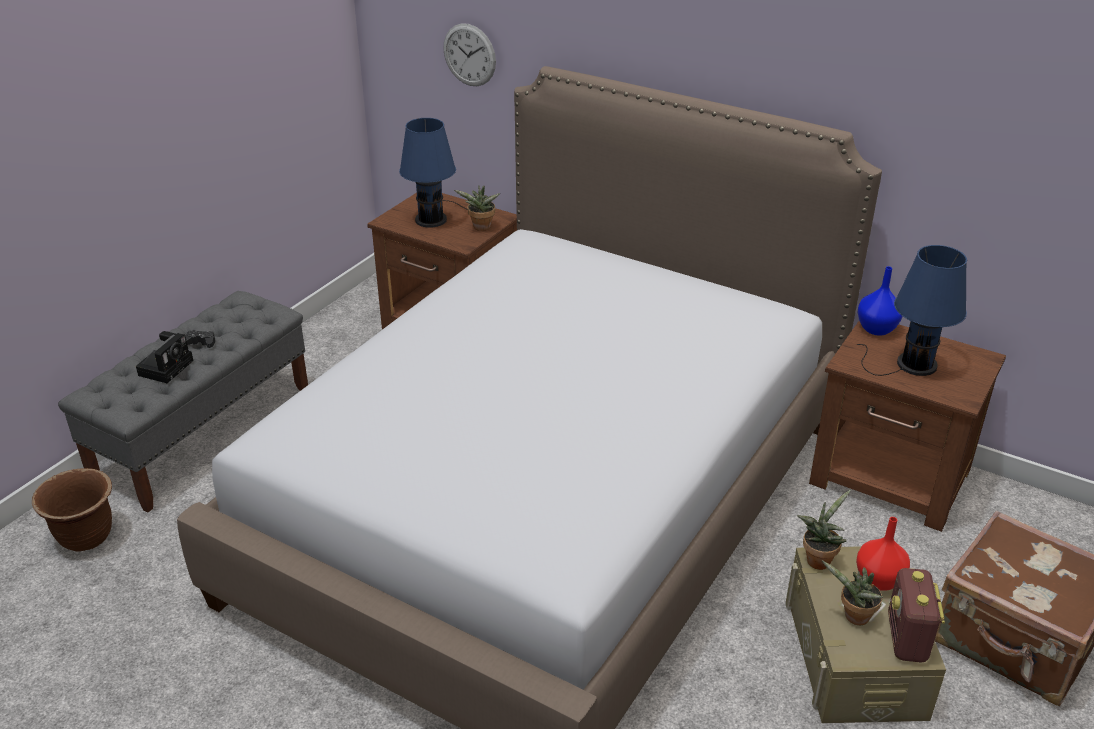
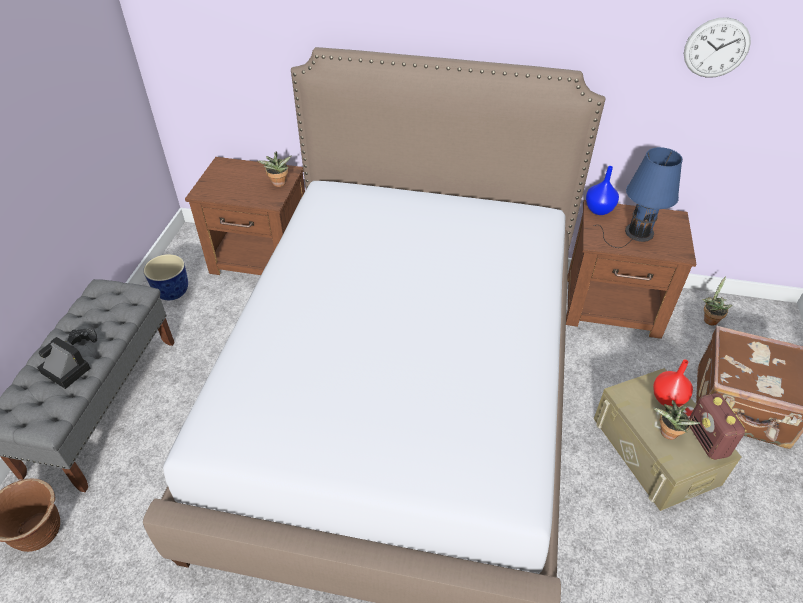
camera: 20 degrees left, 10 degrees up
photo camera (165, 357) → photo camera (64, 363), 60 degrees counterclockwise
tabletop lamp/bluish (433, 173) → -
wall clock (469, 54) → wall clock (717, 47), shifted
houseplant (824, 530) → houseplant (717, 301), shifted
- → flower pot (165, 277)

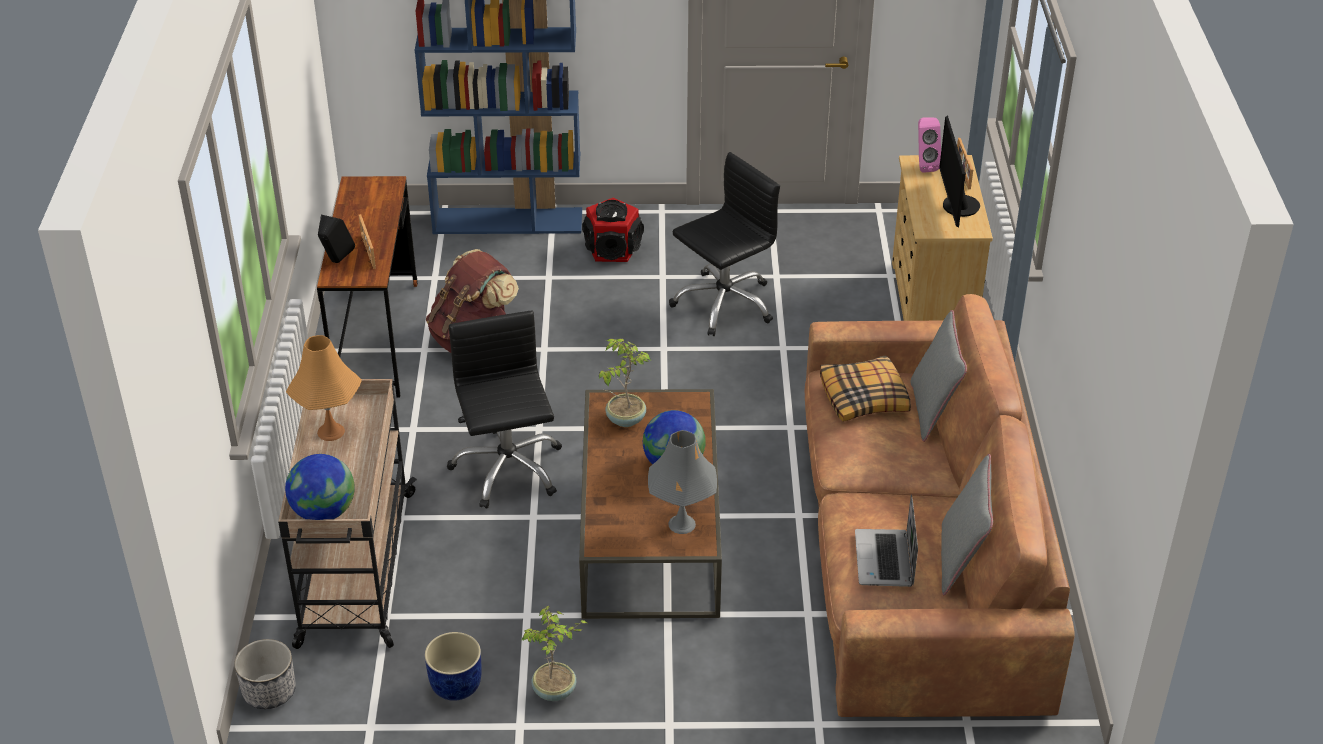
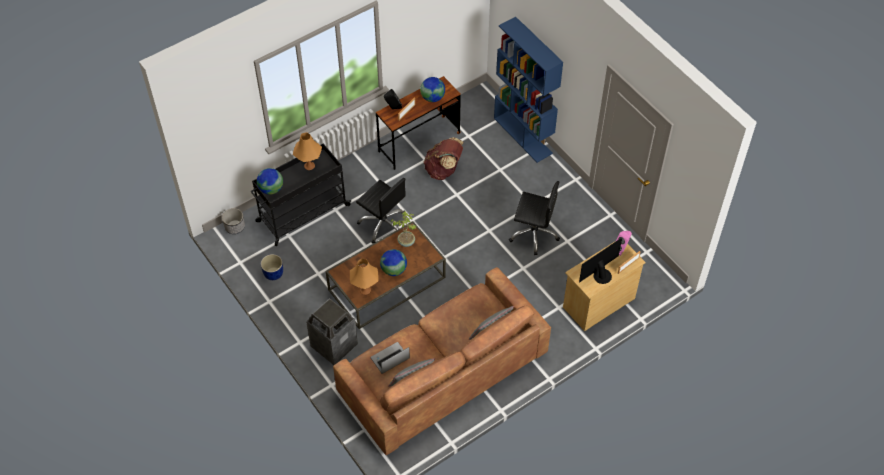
camera: 55 degrees right, 15 degrees up
wheeled cart/sand-coloured (347, 514) → wheeled cart/black (301, 194)
desk chair/black (504, 409) → desk chair/black (381, 211), 90 degrees clockwise
houseplant (555, 653) → -
speaker (613, 230) → -
tabletop lamp/greyish (682, 482) → tabletop lamp/orangey (364, 276)
throw pillow (865, 388) → -
- → rubbish bin (332, 331)
- → desk globe (432, 89)

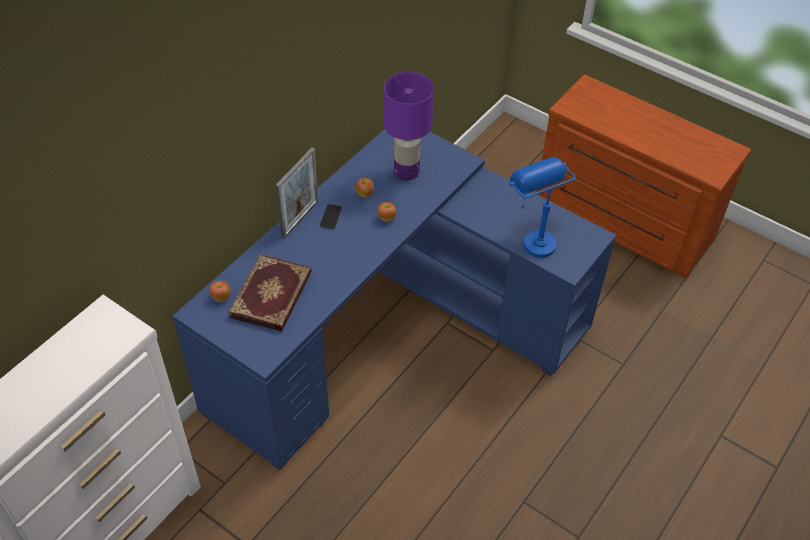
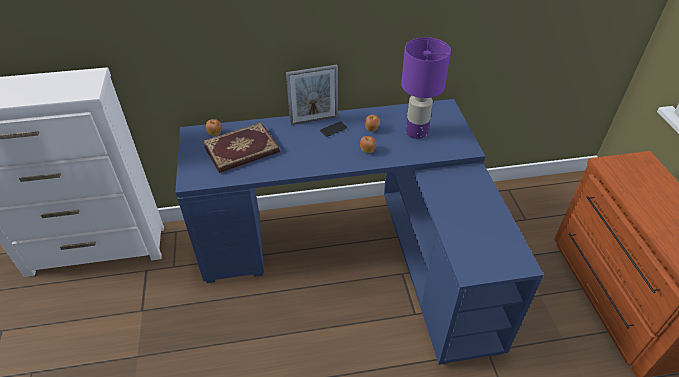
camera: 45 degrees right, 5 degrees down
tabletop lamp/bluish (543, 207) → -

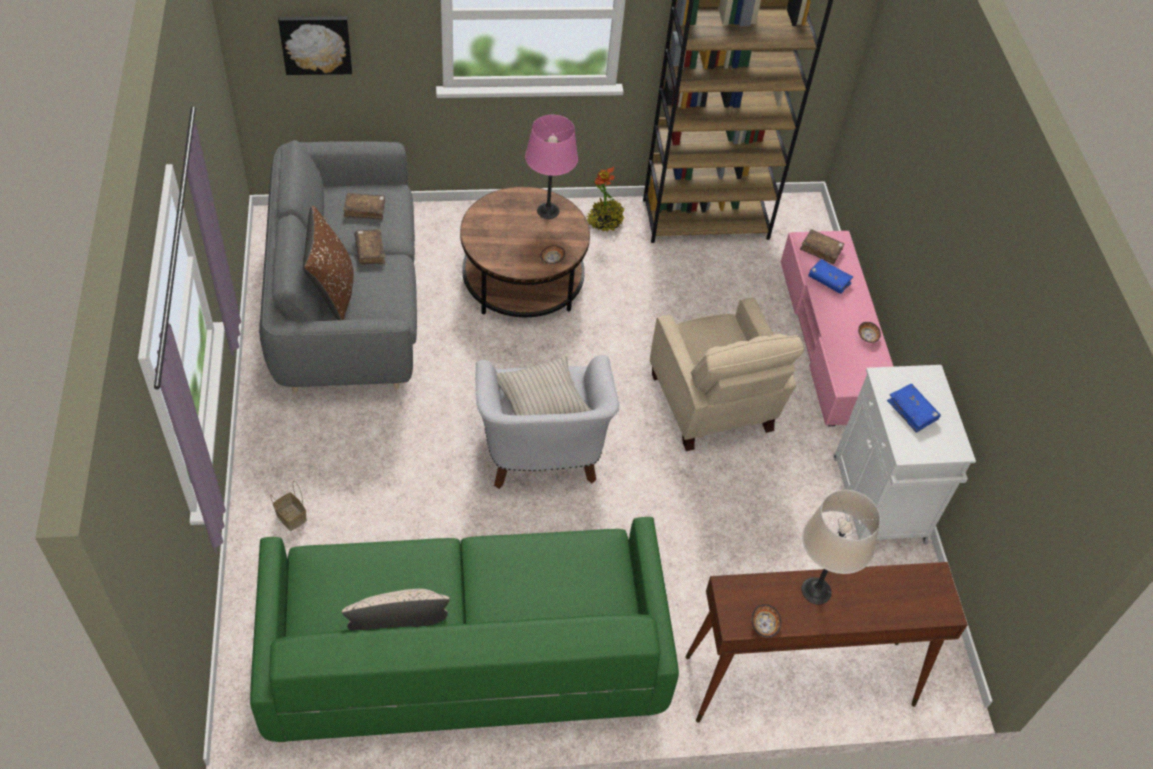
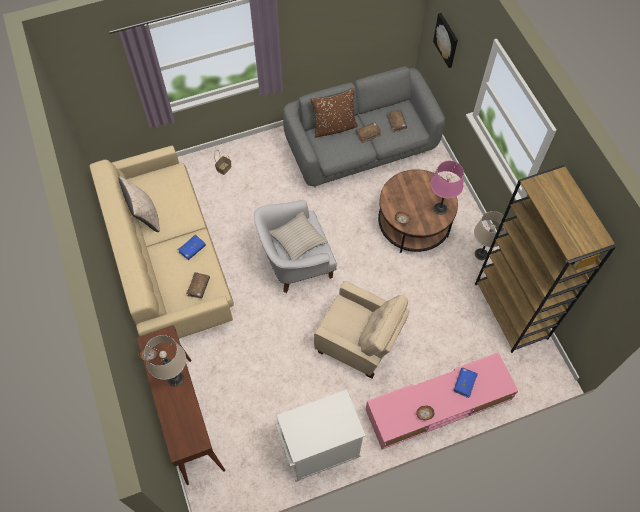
camera: 80 degrees right, 10 degrees up
couch/greenish (464, 629) → couch/sand-coloured (162, 242)
houseplant (605, 199) → tabletop lamp/sand-coloured (490, 235)
armchair/sand-coloured (727, 374) → armchair/sand-coloured (362, 330), 120 degrees counterclockwise
book/brownish (822, 246) → book/brownish (198, 285), shifted
book/bluish (914, 408) → book/bluish (191, 247), shifted

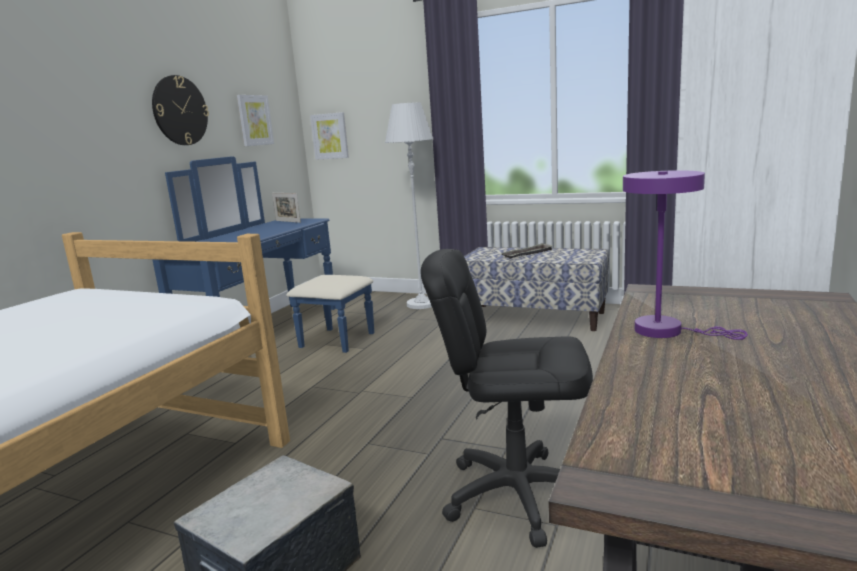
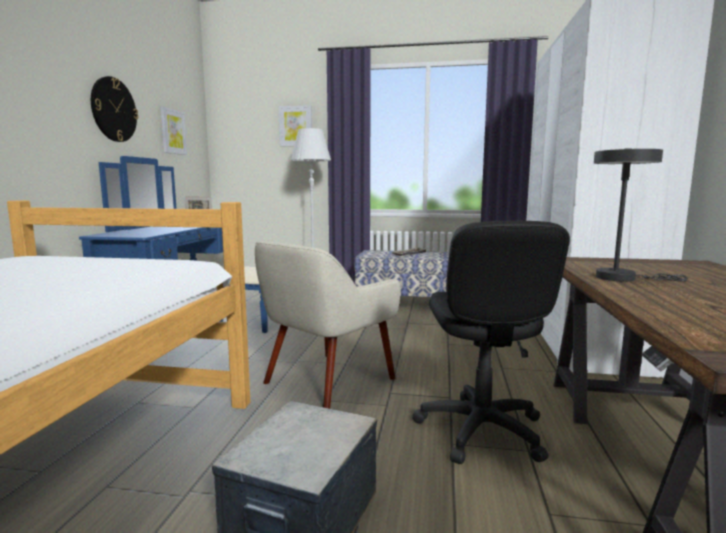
camera: 15 degrees left, 5 degrees down
picture (329, 136) → picture (295, 125), shifted
desk chair/black (507, 398) → desk chair/black (491, 342), 90 degrees counterclockwise
tabletop lamp/purplish (685, 255) → tabletop lamp/greyish (641, 214)
- → armchair/sand-coloured (328, 325)

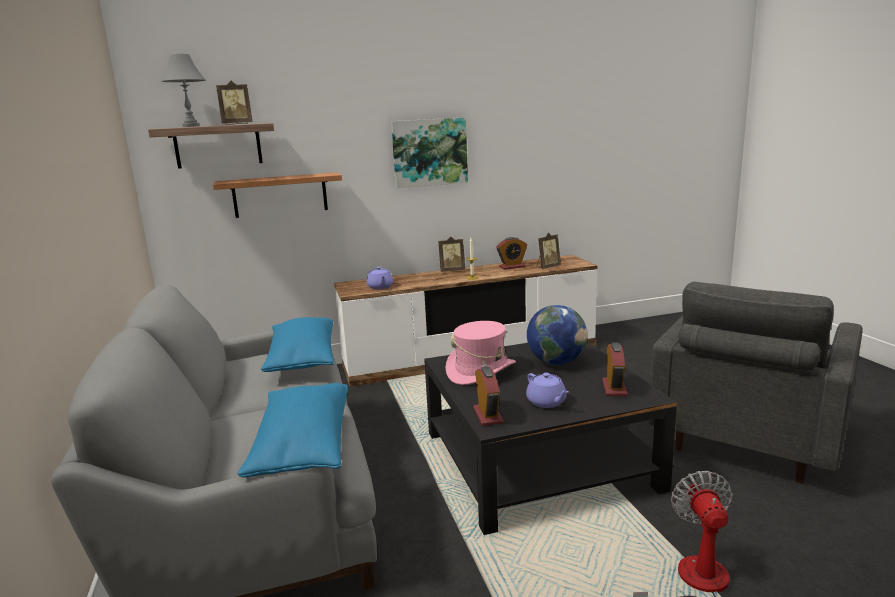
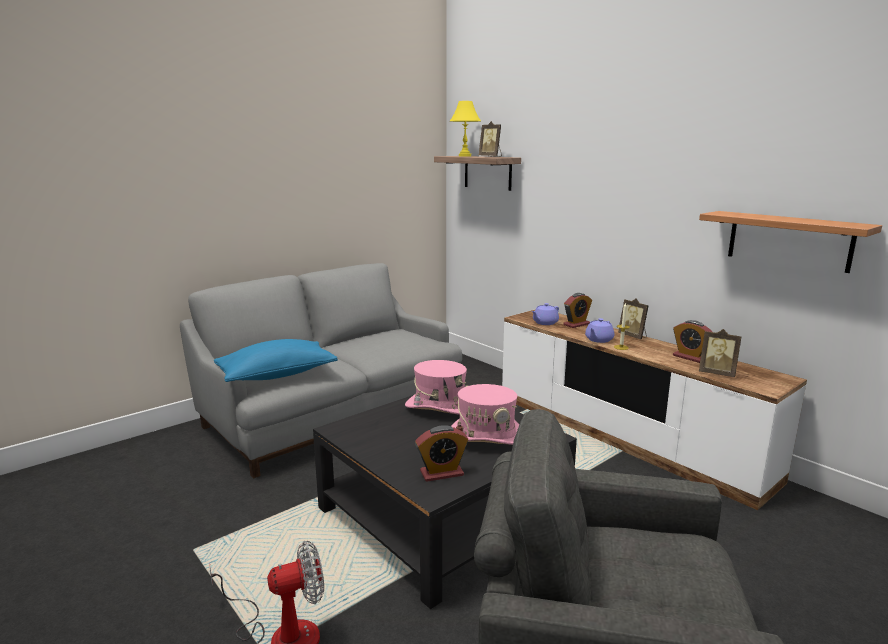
camera: 65 degrees right, 0 degrees up
tabletop lamp/greyish (183, 90) → tabletop lamp/yellowish (465, 129)
wall shelf (277, 195) → wall shelf (790, 242), shifted
throw pillow/bluish (297, 344) → -
picture (429, 152) → -
alarm clock (488, 396) → alarm clock (577, 310), shifted
pot for tea/purplish (547, 390) → pot for tea/purplish (599, 330), shifted
desk globe (557, 335) → hat/pinkish (485, 414)

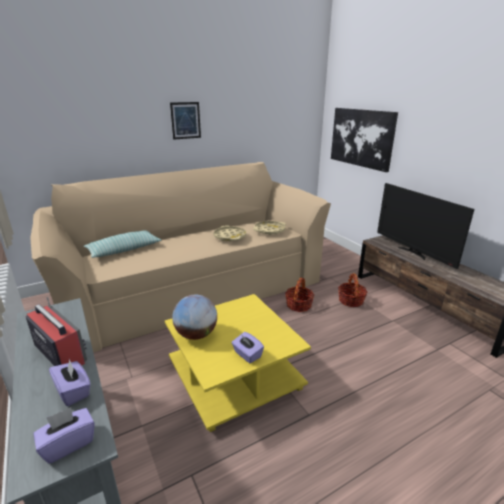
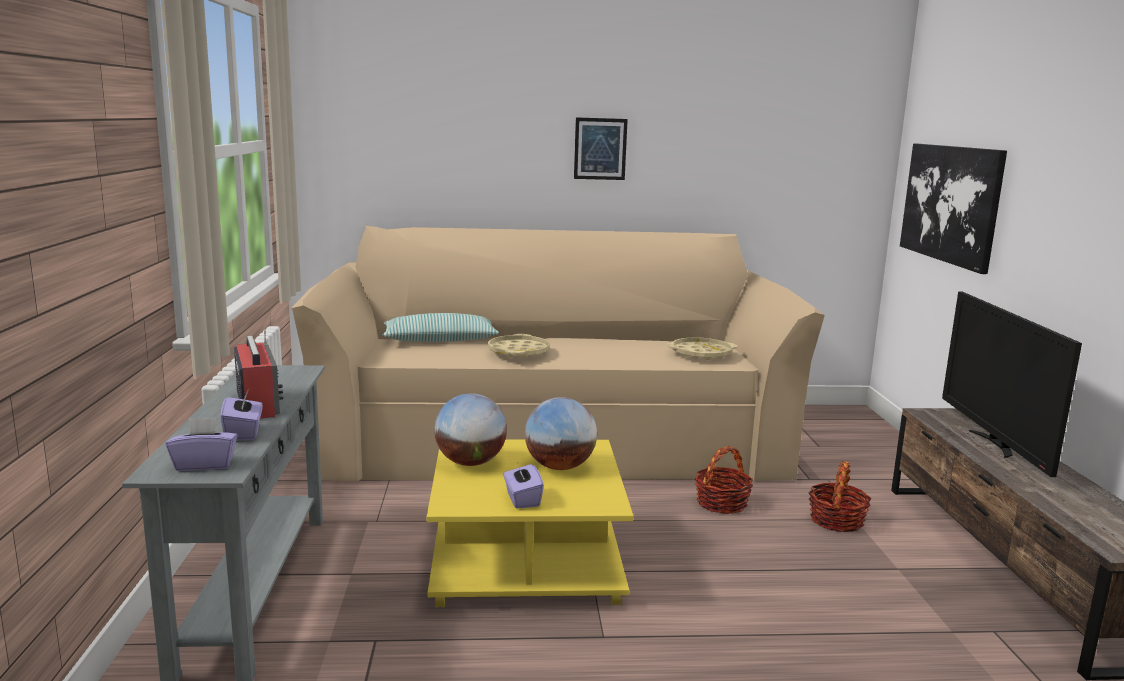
camera: 25 degrees right, 10 degrees down
tray/sand-coloured (229, 233) → tray/sand-coloured (519, 346), shifted
- → desk globe (561, 433)

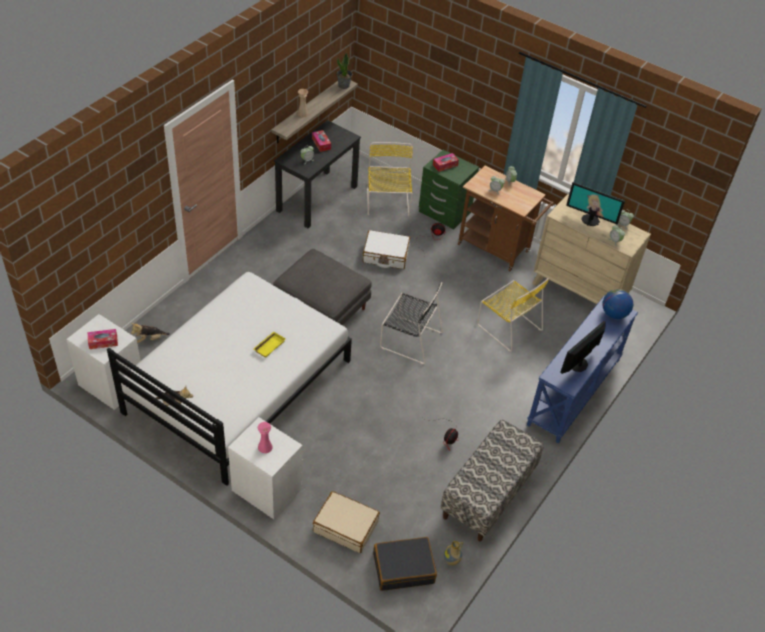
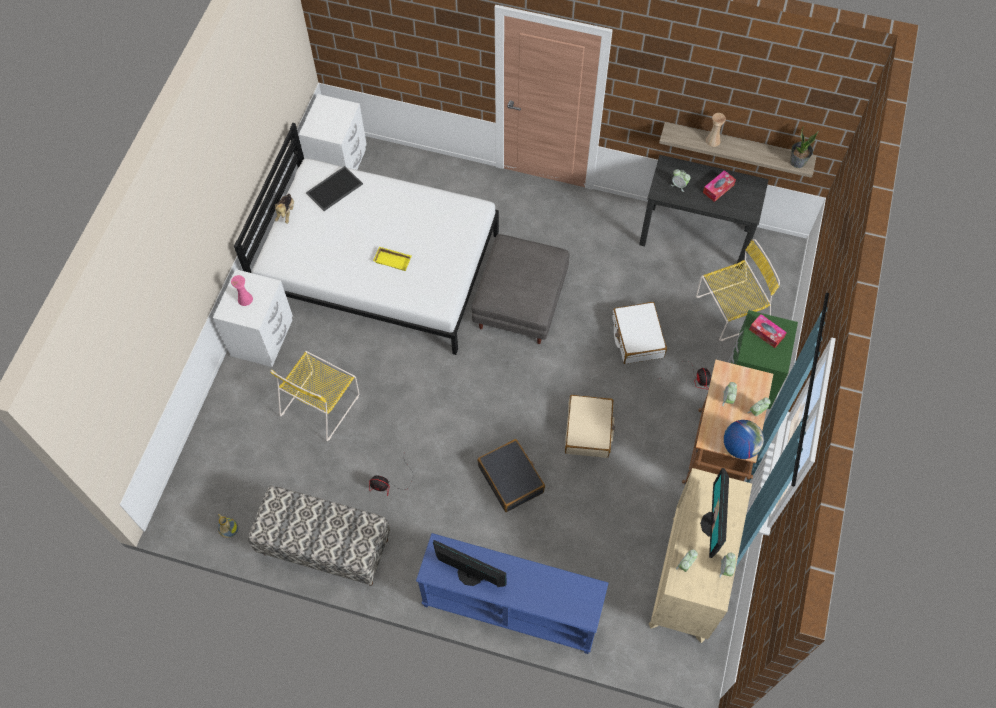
camera: 75 degrees right, 15 degrees up
box of tissues (103, 339) → -
plush toy (150, 333) → -
suitcase/sand-coloured (346, 522) → suitcase/sand-coloured (590, 426), shifted
suitcase/black (405, 564) → suitcase/black (511, 475), shifted
upright chair/black (411, 323) → -
upright chair/yellowish (513, 315) → upright chair/yellowish (314, 396), shifted
desk globe (618, 304) → desk globe (744, 439), shifted
- → tray (334, 188)

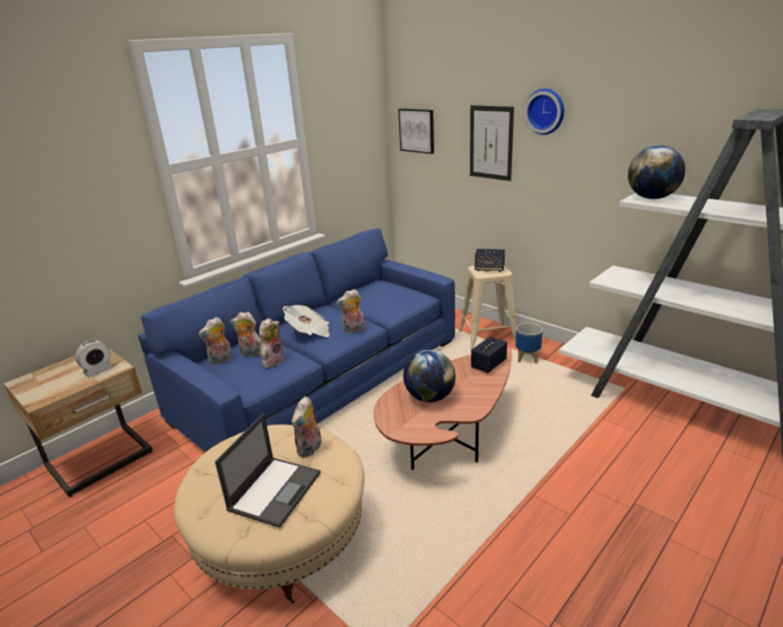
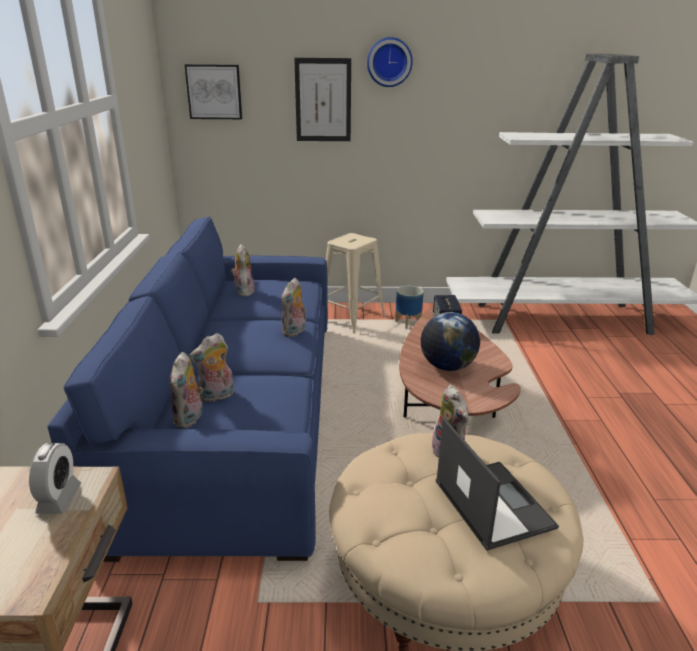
camera: 45 degrees left, 0 degrees up
plush toy (271, 343) → plush toy (243, 270), shifted
printed paper (305, 321) → -
speaker (490, 260) → -
desk globe (656, 172) → -

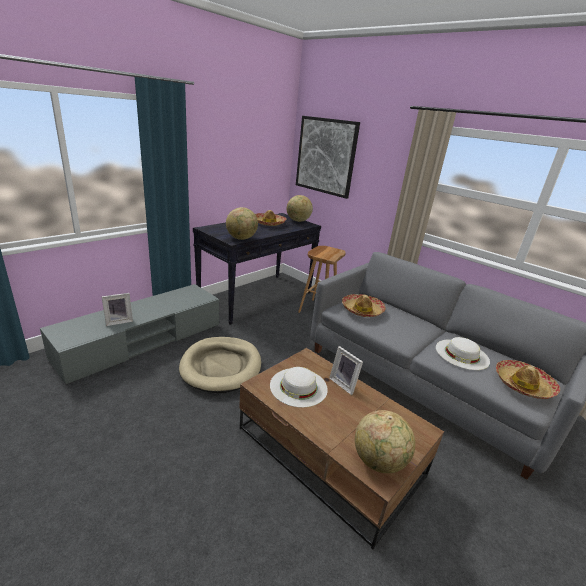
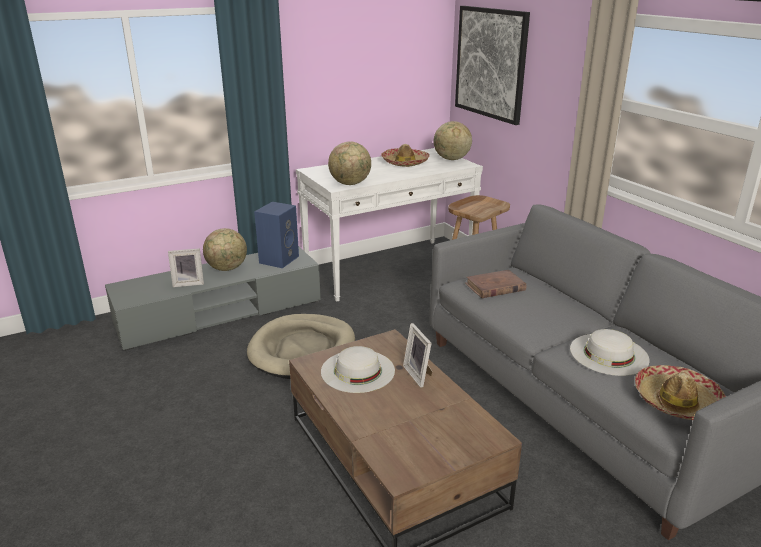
camera: 20 degrees right, 0 degrees up
narrow table/black (257, 269) → narrow table/white (389, 225)
hat (364, 305) → book/brownish (495, 284)
desk globe (385, 441) → desk globe (225, 249), shifted
- → speaker/bluish (276, 235)

